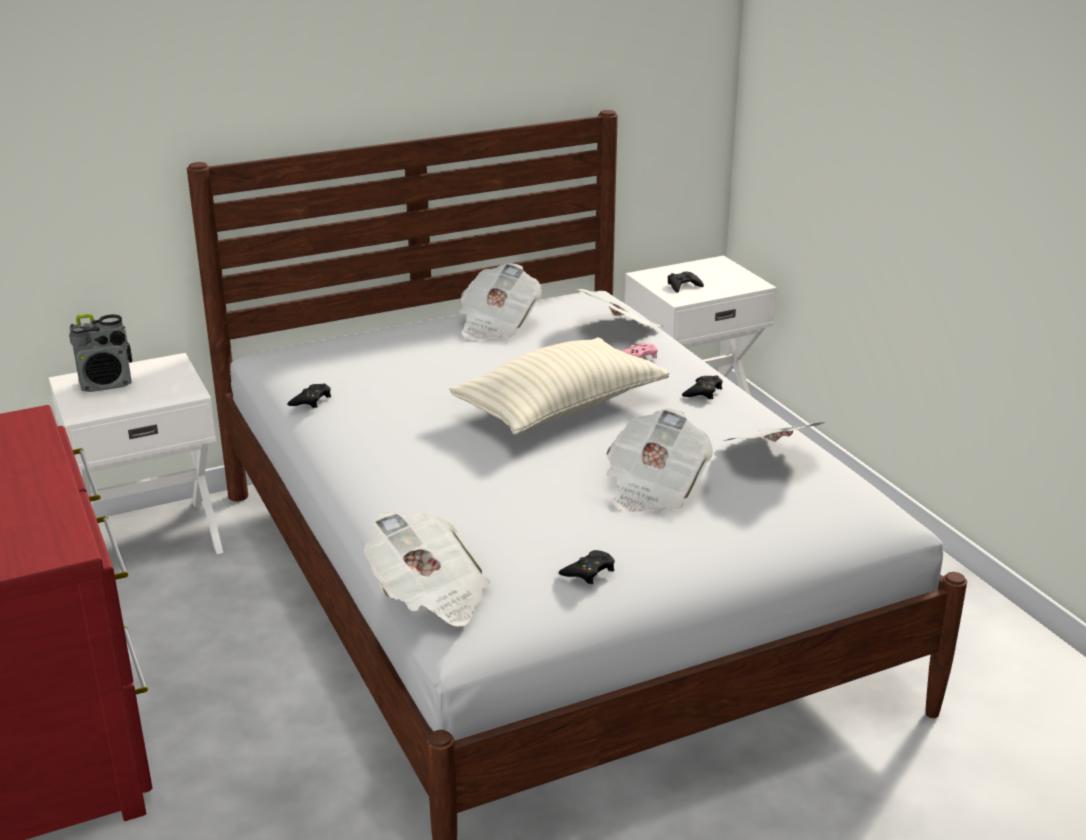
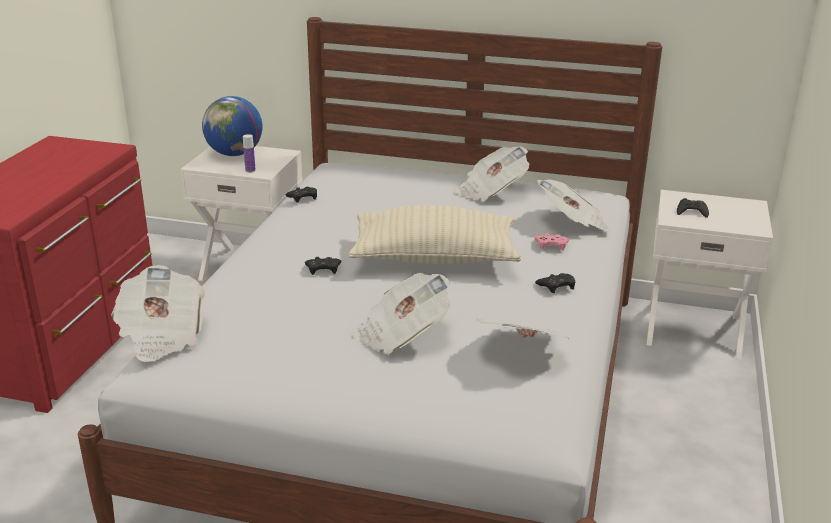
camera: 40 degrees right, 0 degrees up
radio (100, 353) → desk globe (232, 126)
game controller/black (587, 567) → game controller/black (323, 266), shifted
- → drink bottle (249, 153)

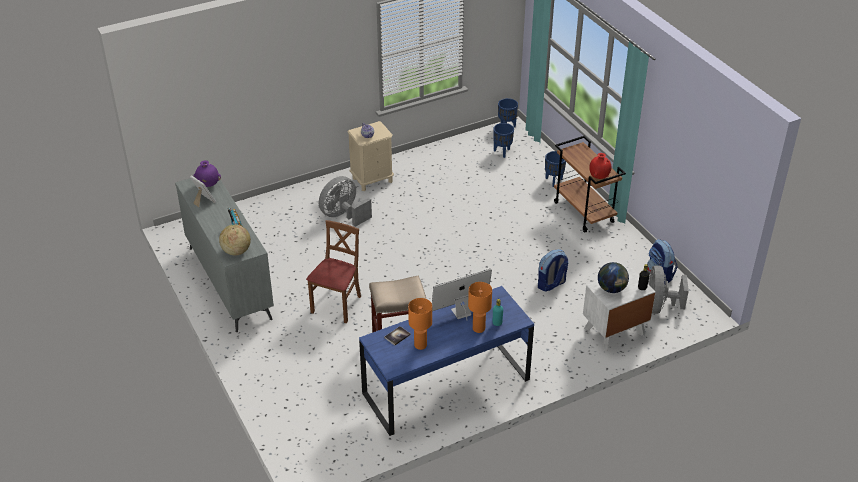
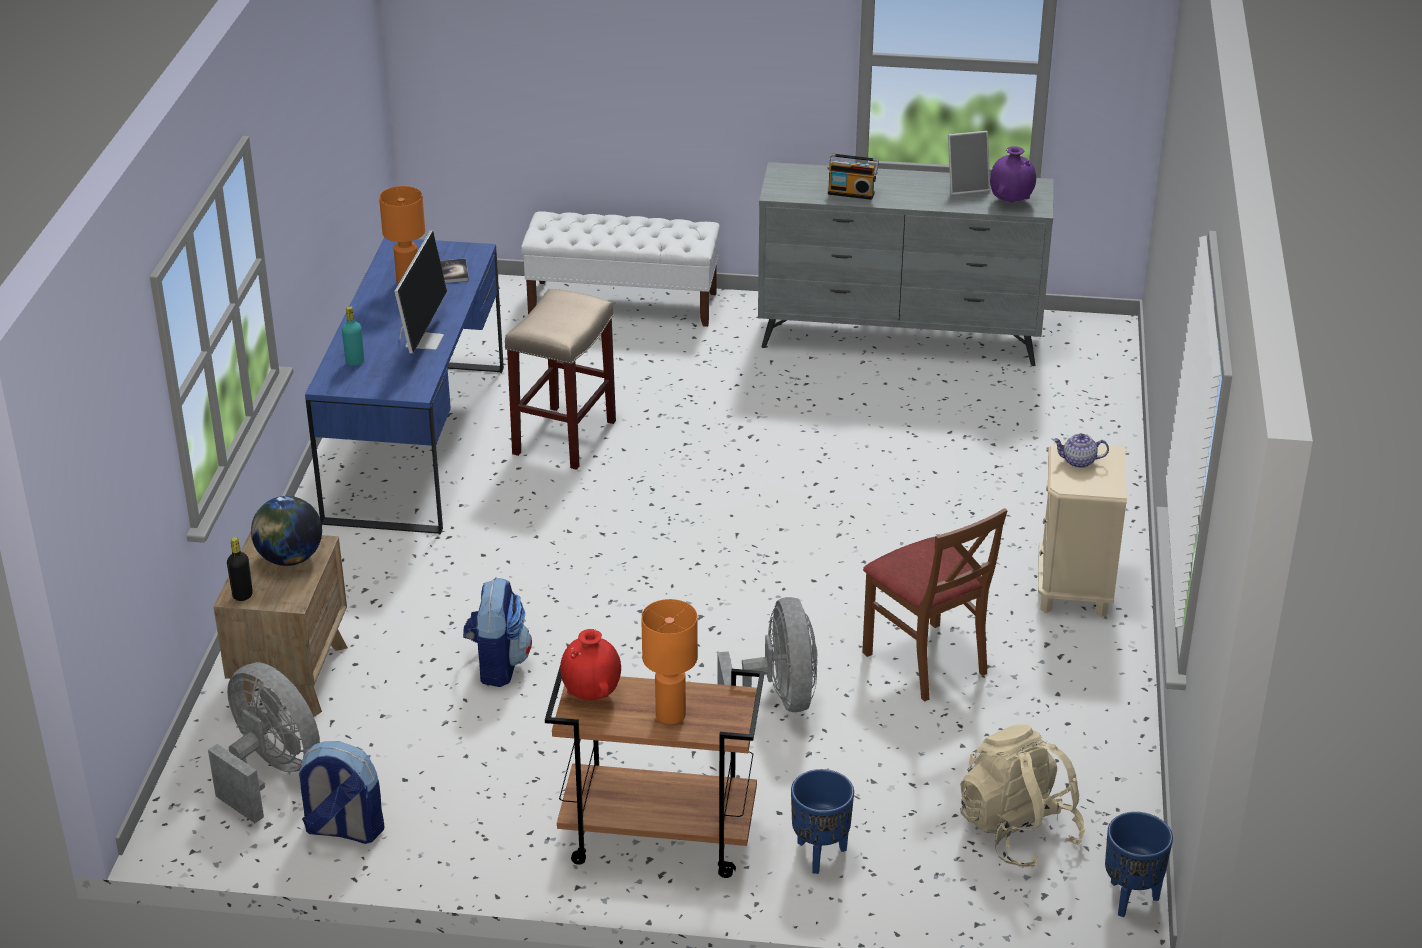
camera: 125 degrees right, 5 degrees down
desk globe (235, 240) → -
upright chair/brownish (333, 271) → upright chair/brownish (934, 605), shifted
fan/greyish (345, 201) → fan/greyish (767, 654), shifted
tabletop lamp/orangey (480, 307) → tabletop lamp/orangey (669, 661), shifted
flower pot/bluish (503, 140) → backpack/sand-coloured (1022, 796)
nightstand/white (619, 309) → nightstand/brownish (280, 624)
- → indoor bench/white (620, 269)

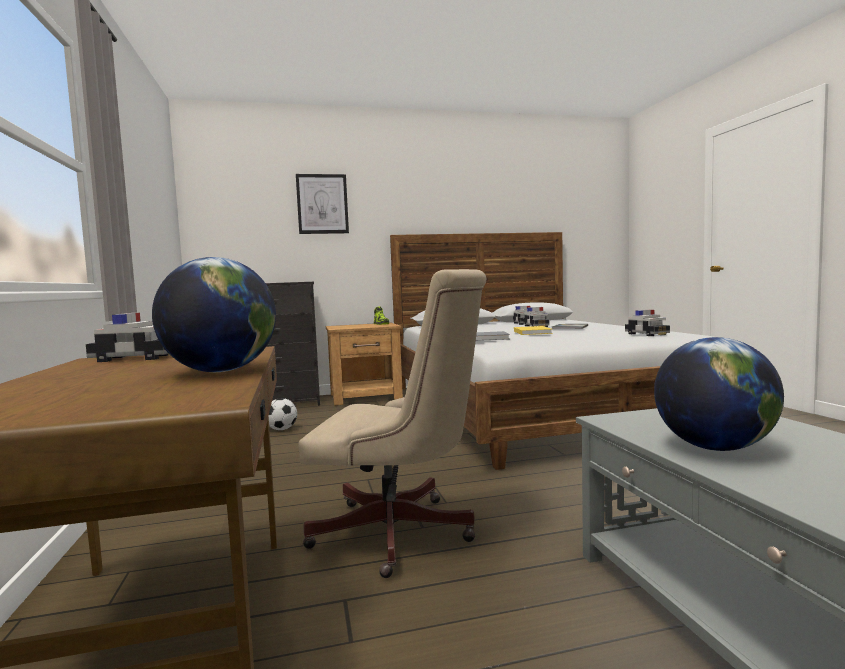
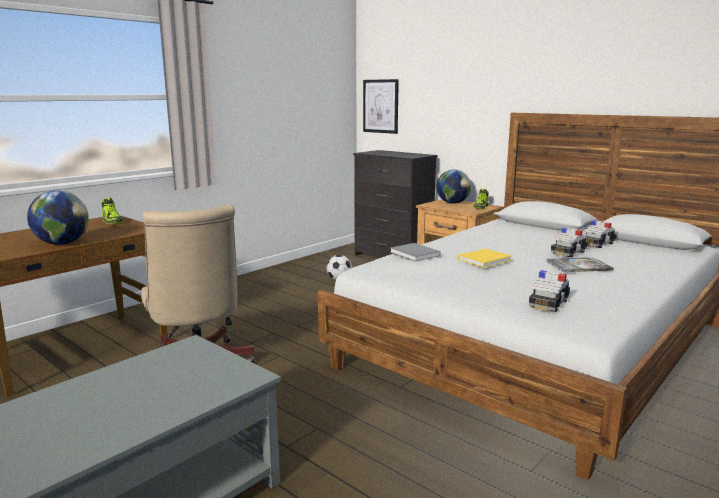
camera: 55 degrees right, 10 degrees up
miniature car (128, 337) → item of footwear (113, 211)
picture (322, 204) → picture (381, 106), shifted
desk globe (719, 394) → desk globe (453, 186), shifted

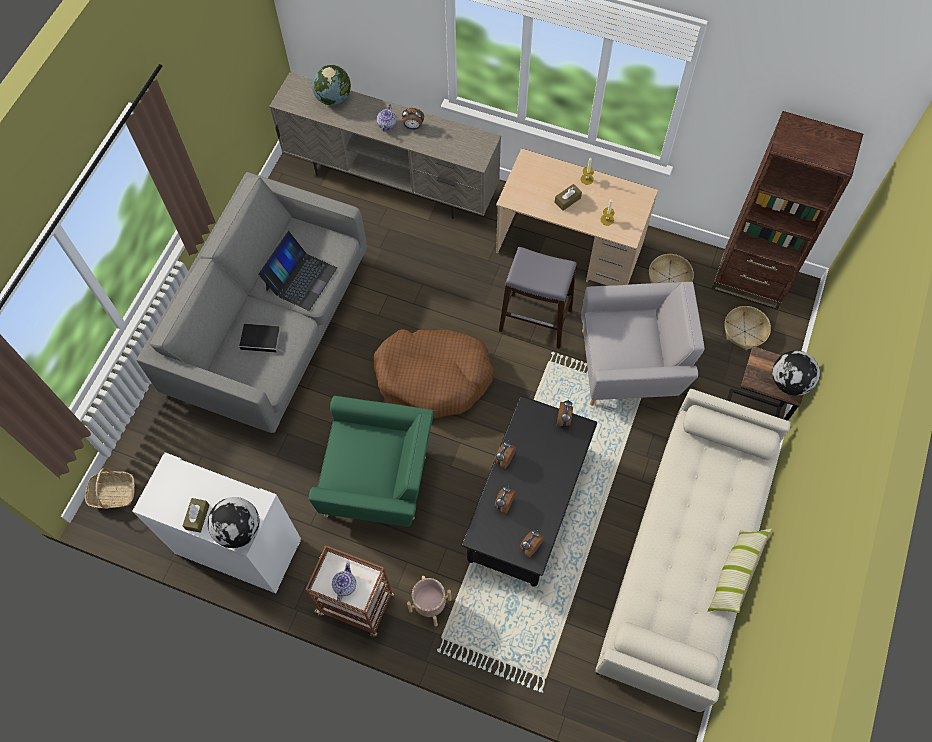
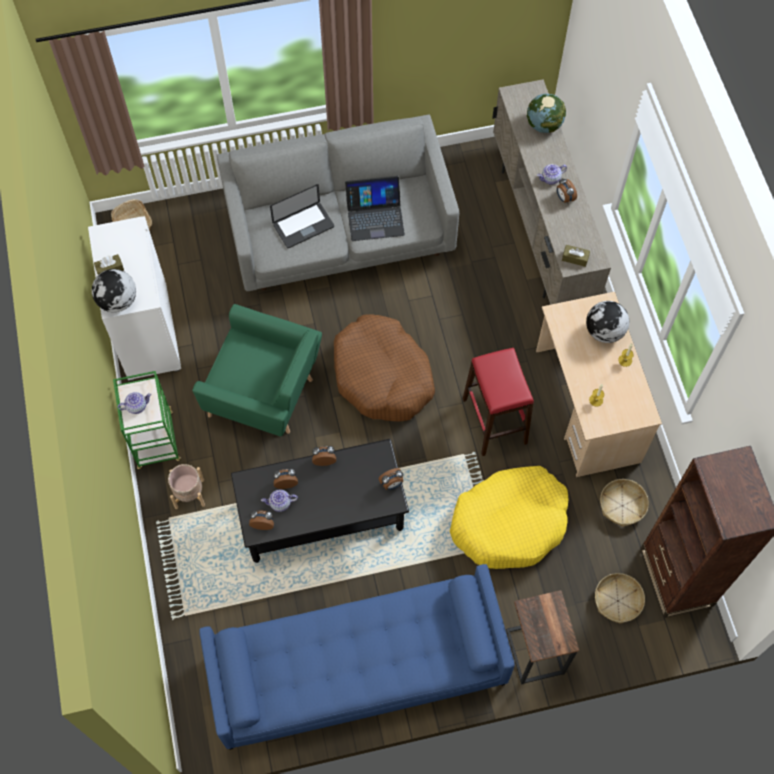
camera: 55 degrees right, 0 degrees up
book (261, 338) → laptop (302, 216)
wheeled cart/brownish (349, 591) → wheeled cart/greenish (147, 420)
armchair/greenish (371, 461) → armchair/greenish (257, 370), 45 degrees counterclockwise
stool seat/greyish (538, 298) → stool seat/reddish (498, 402)
box of tissues/brownish (568, 197) → box of tissues/brownish (576, 256), shifted
armchair/greyish (642, 344) → pet bed/yellowish (509, 517)
couch/sand-coloured (693, 550) → couch/bluish (357, 657)
throw pillow (740, 571) → -
desk globe (796, 373) → desk globe (607, 322), shifted
- → pot for tea (279, 500)

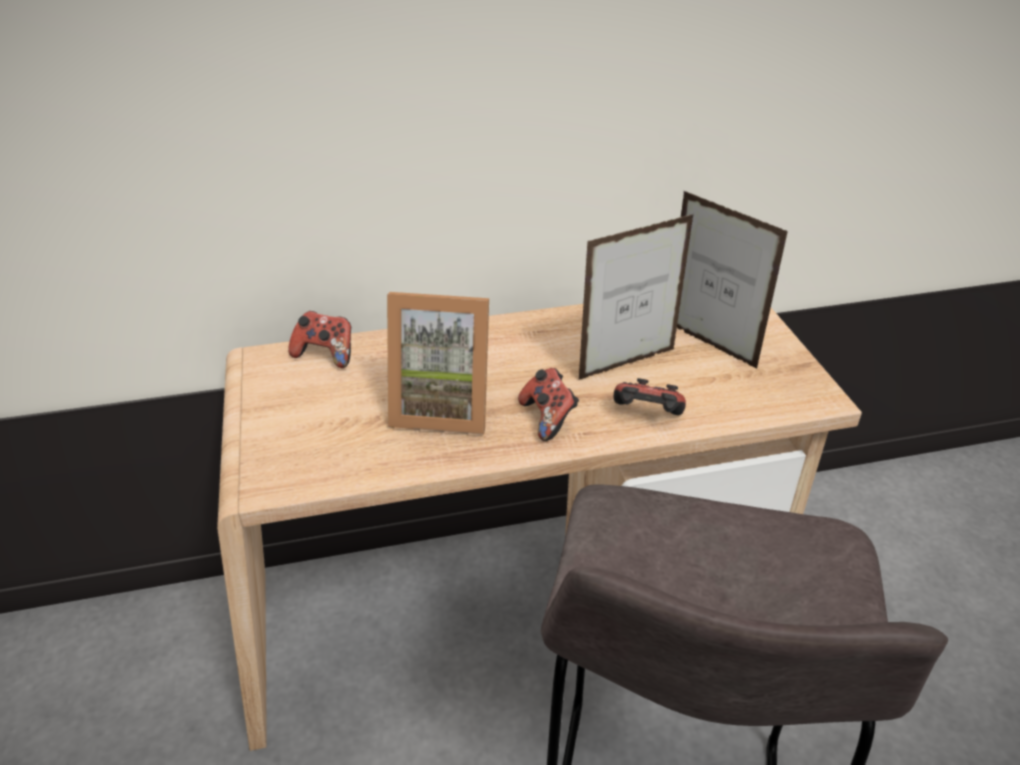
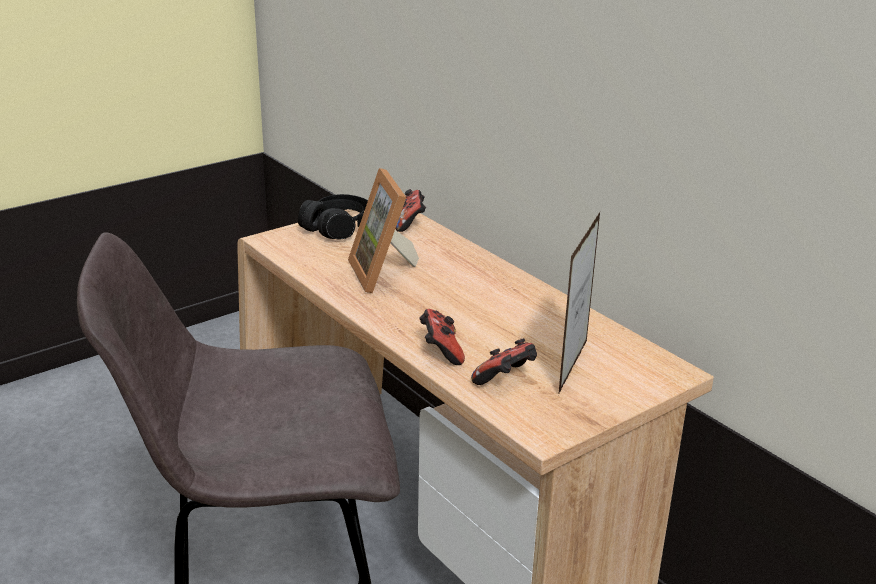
camera: 65 degrees right, 10 degrees down
game controller (548, 404) → game controller (504, 361), shifted
standing frame (636, 297) → -
- → pair of headphones/black (333, 216)

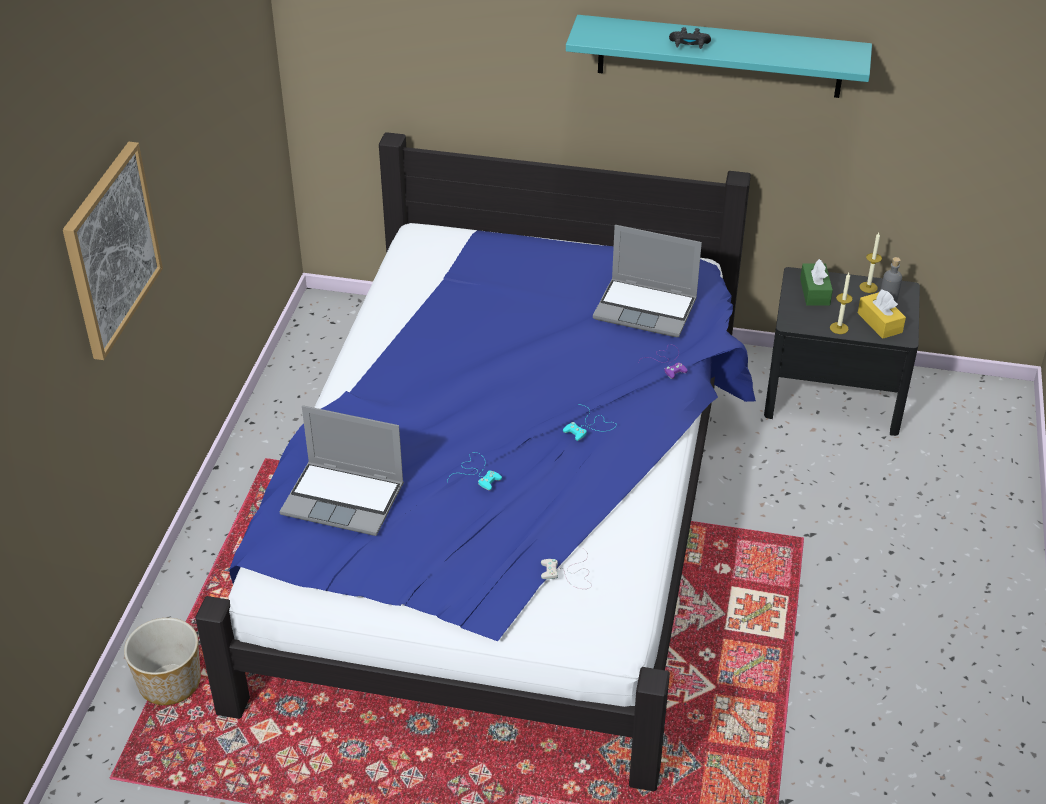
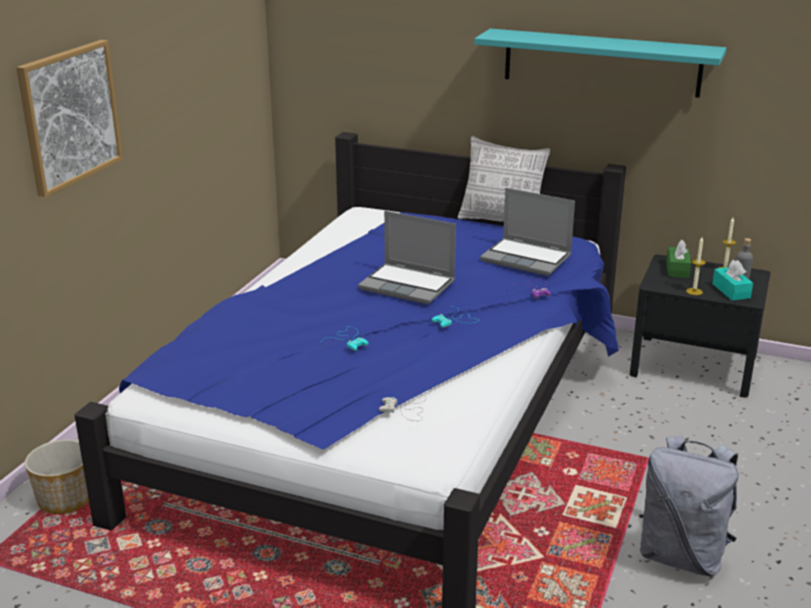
camera: 10 degrees right, 15 degrees down
laptop (341, 470) → laptop (407, 257), shifted
game controller/black (690, 38) → -
box of tissues/yellowish (882, 314) → box of tissues/turquoise (732, 280)
- → throw pillow (504, 179)
- → backpack/greyish (689, 506)

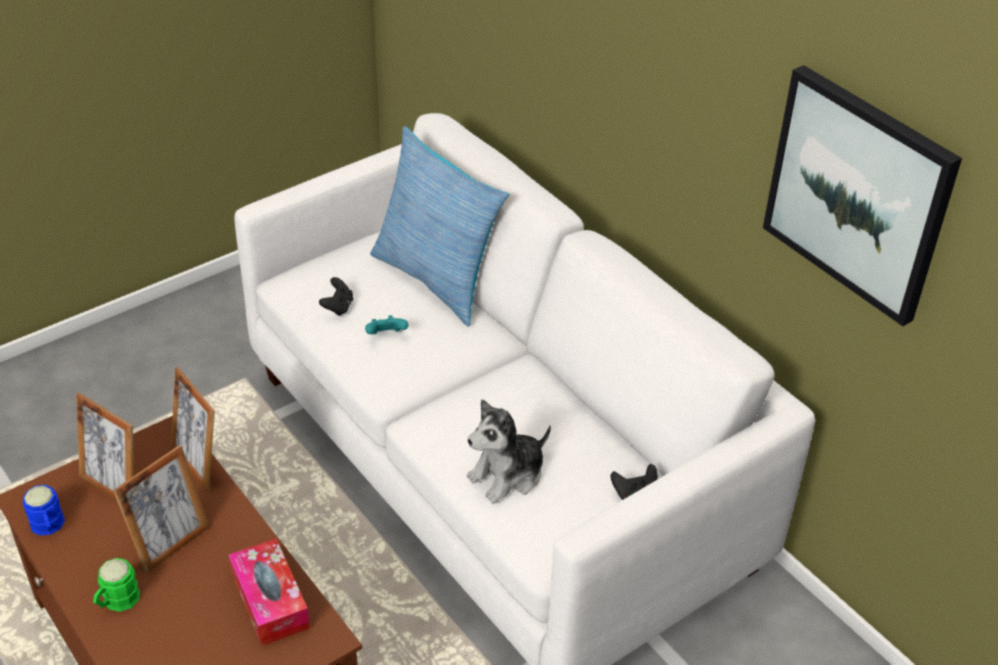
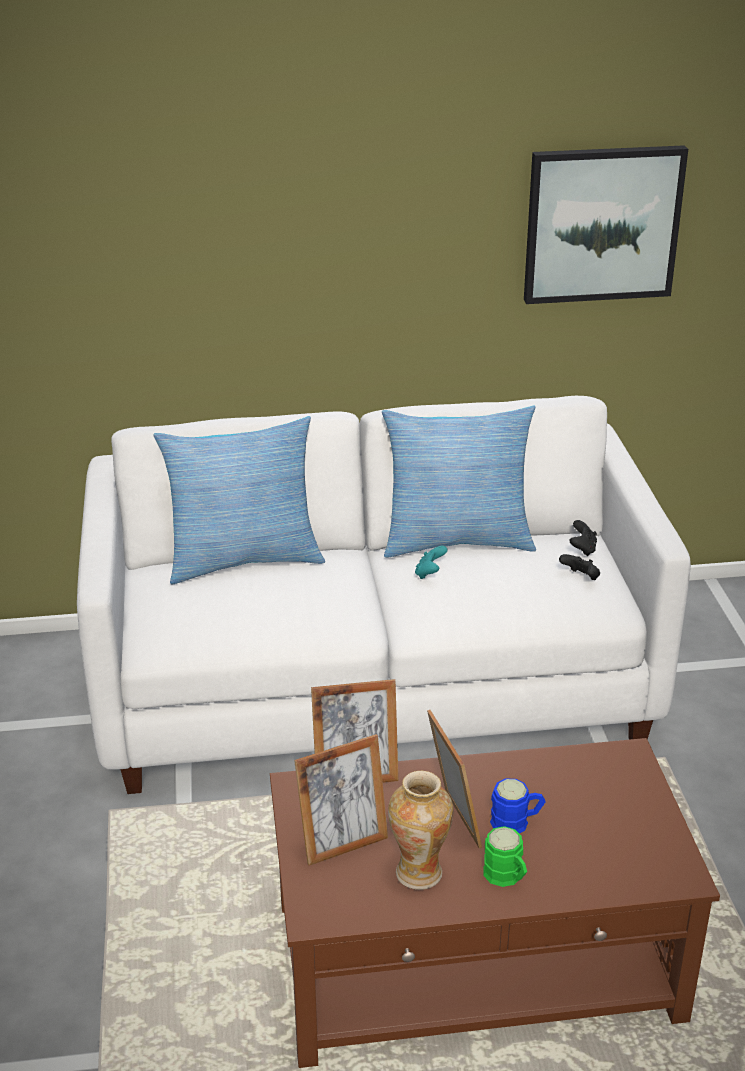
camera: 60 degrees left, 10 degrees down
mug/bluish (44, 510) → mug/bluish (517, 806), shifted
box of tissues (269, 592) → -
game controller/black (336, 296) → game controller/black (579, 567), shifted
game controller/turquoise (386, 325) → game controller/turquoise (431, 562), shifted
plush toy (509, 451) → -
- → throw pillow (459, 481)
- → vase (421, 830)

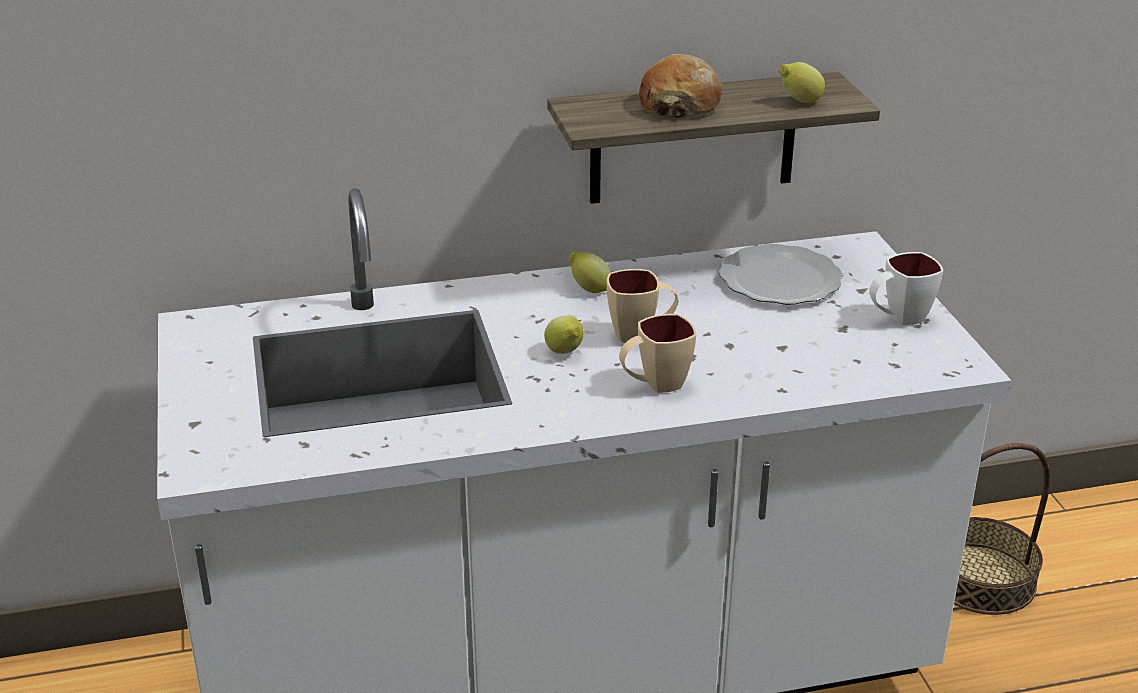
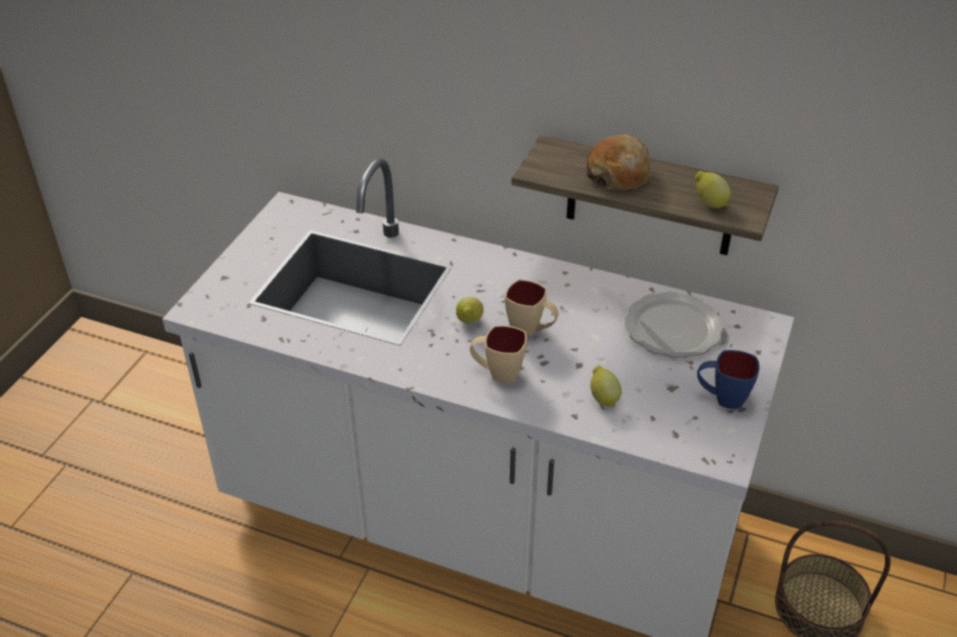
camera: 35 degrees right, 10 degrees up
whole lemon (590, 272) → whole lemon (606, 386), shifted
mug/white (906, 288) → mug/bluish (728, 379)

